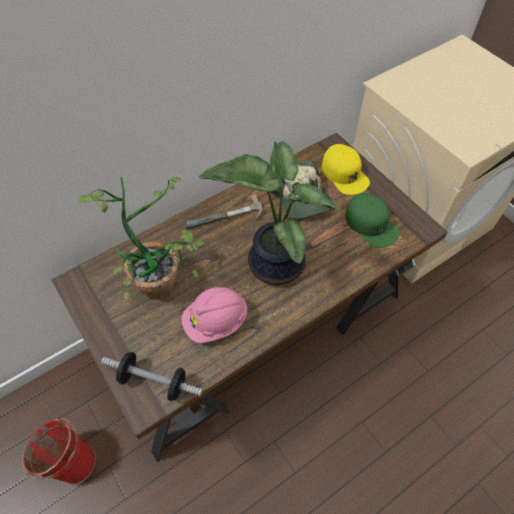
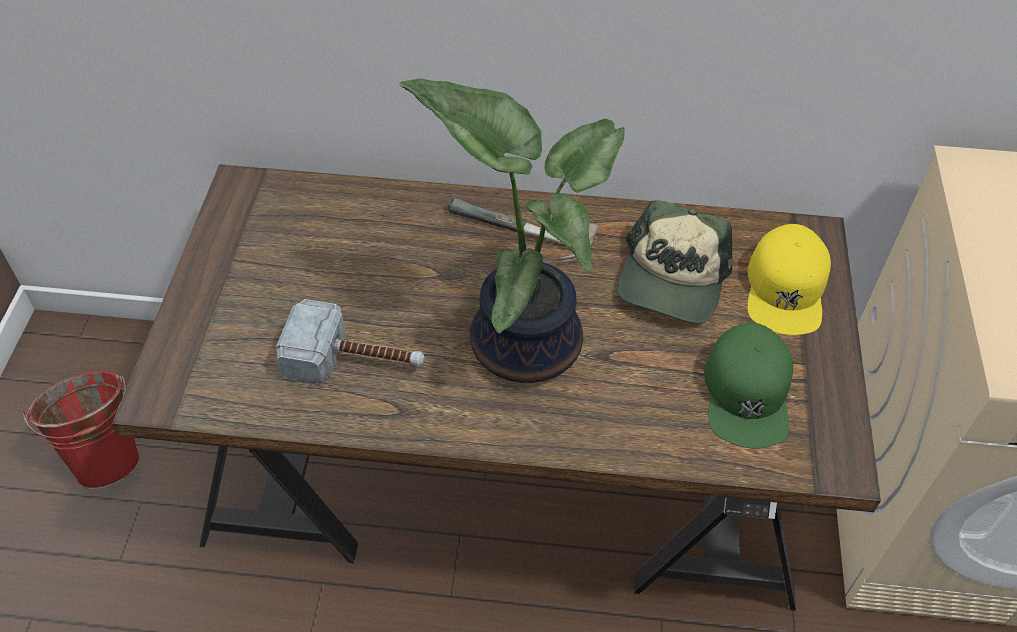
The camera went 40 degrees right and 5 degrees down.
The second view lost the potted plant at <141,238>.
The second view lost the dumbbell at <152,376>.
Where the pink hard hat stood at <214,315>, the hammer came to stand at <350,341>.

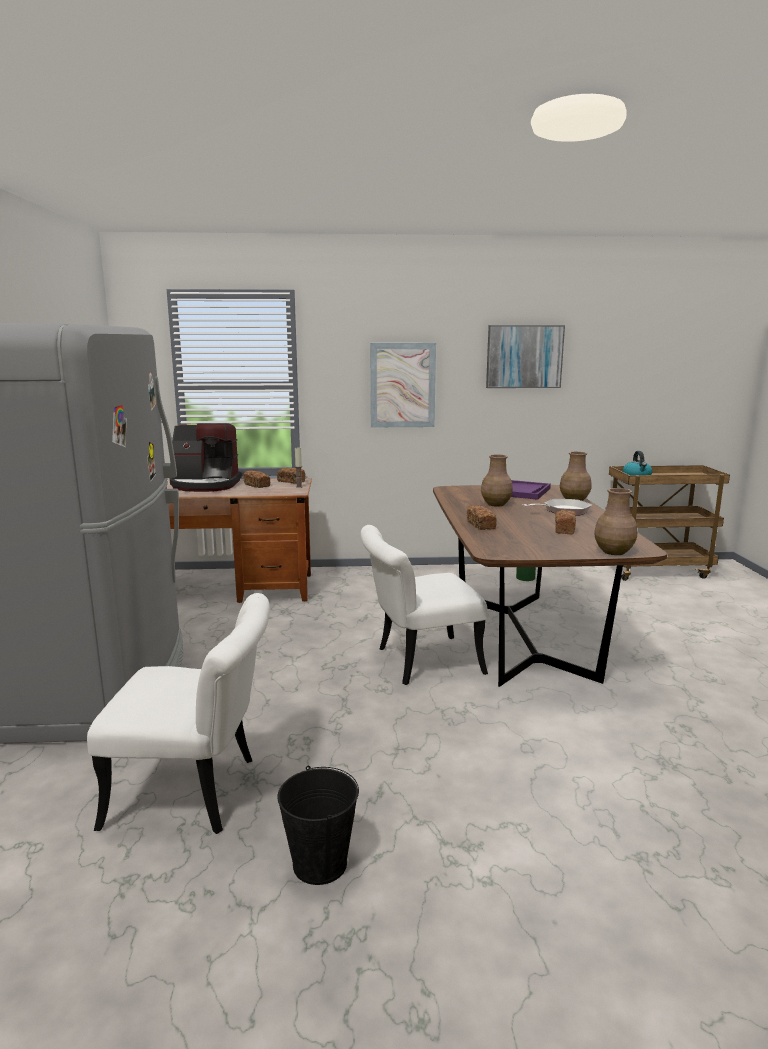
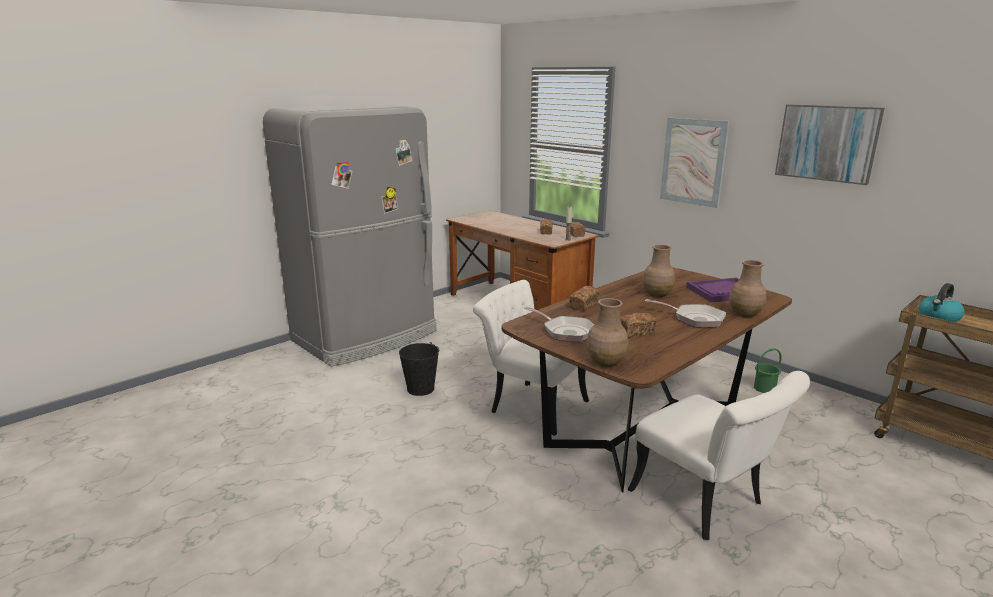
The camera went 50 degrees right and 5 degrees up.
The white chair ended up elsewhere, having gone from <178,713> to <719,455>.
The second view lost the coffee machine at <206,457>.
The black bucket ended up elsewhere, having gone from <318,825> to <419,369>.
The second view gained the frying pan at <559,324>.

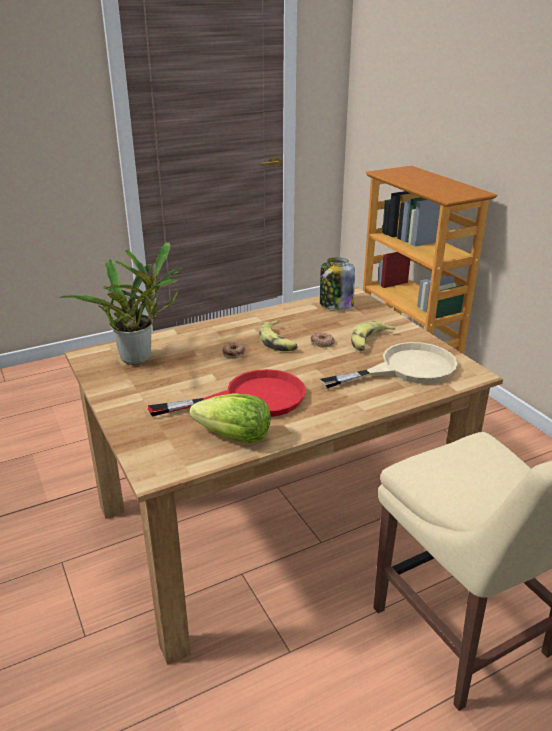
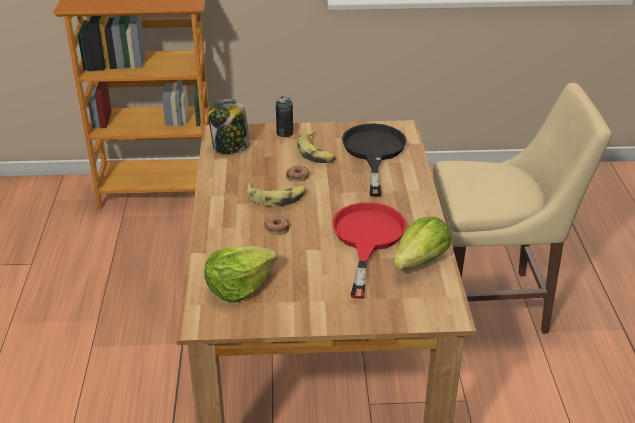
The camera went 65 degrees left and 5 degrees up.
Where the potted plant stood at <120,303>, the lettuce came to stand at <240,274>.
What was the beige frying pan at <389,365> turned into the black frying pan at <374,159>.
The second view gained the can at <284,116>.

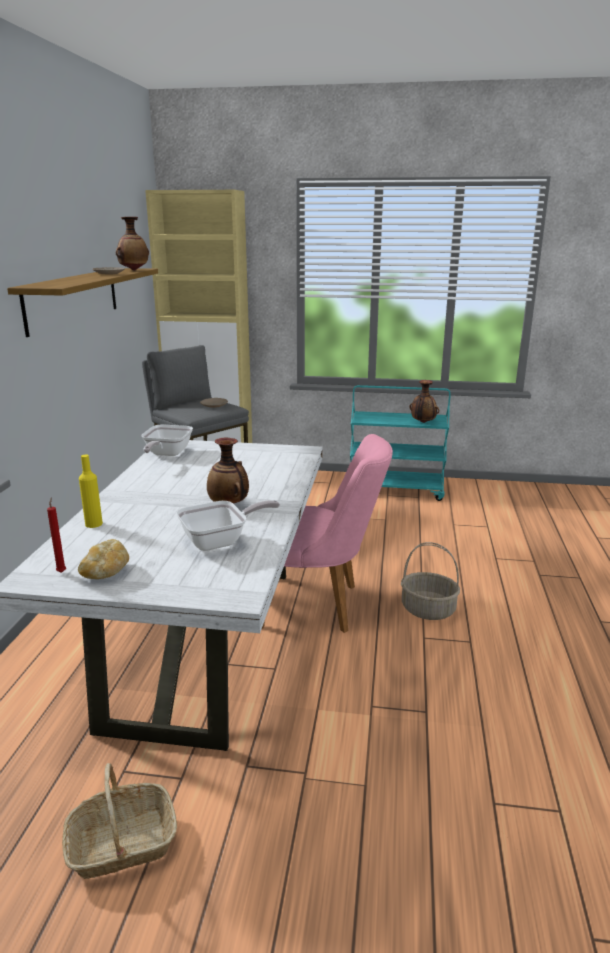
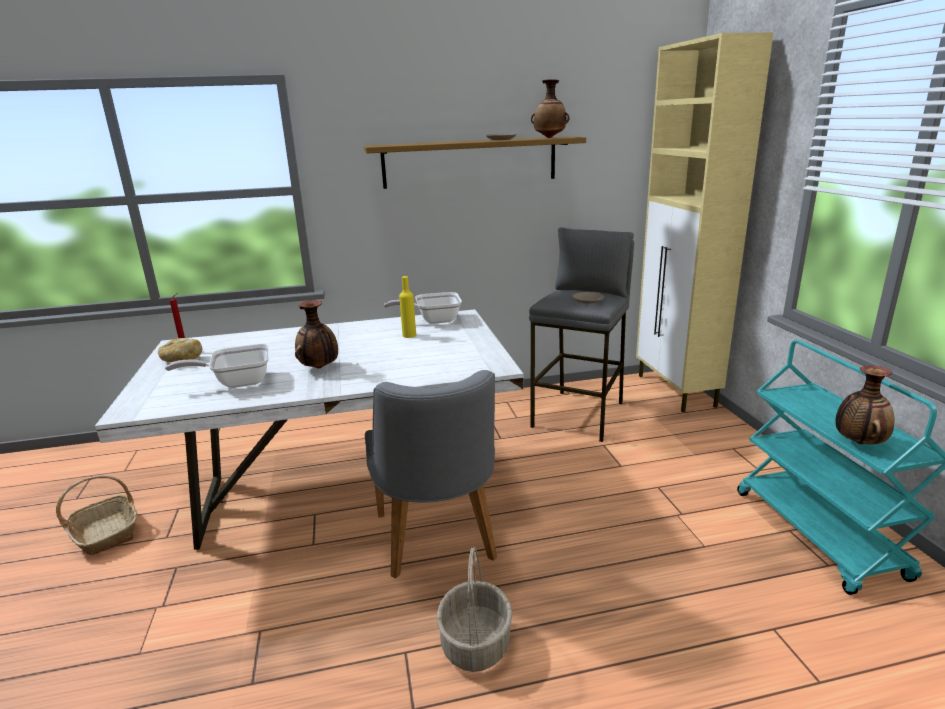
The camera went 70 degrees right and 0 degrees up.
The yellow bottle ended up elsewhere, having gone from <91,491> to <407,307>.
The frying pan at <228,525> ended up facing another way, 120 degrees clockwise from before.
What was the pink chair at <327,533> turned into the grey chair at <431,474>.

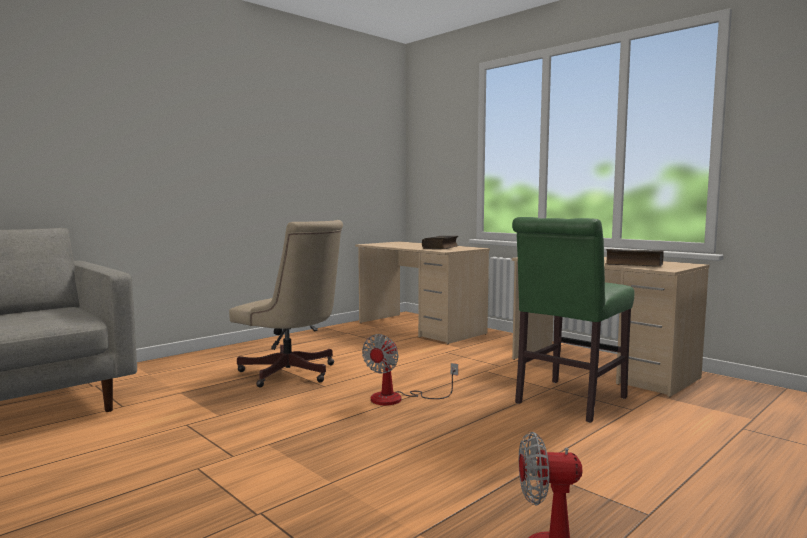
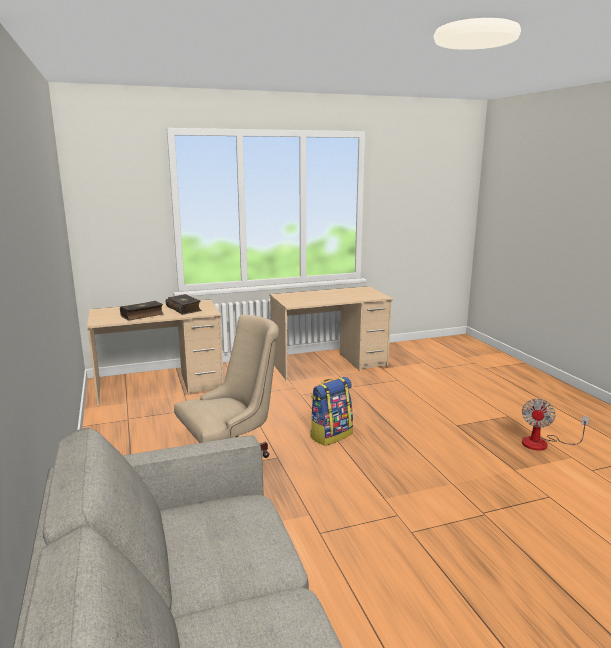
The camera went 65 degrees left and 10 degrees up.
Where the fan stood at <410,369>, the backpack came to stand at <331,411>.
The second view lost the green chair at <573,320>.
The book ended up elsewhere, having gone from <635,258> to <141,311>.

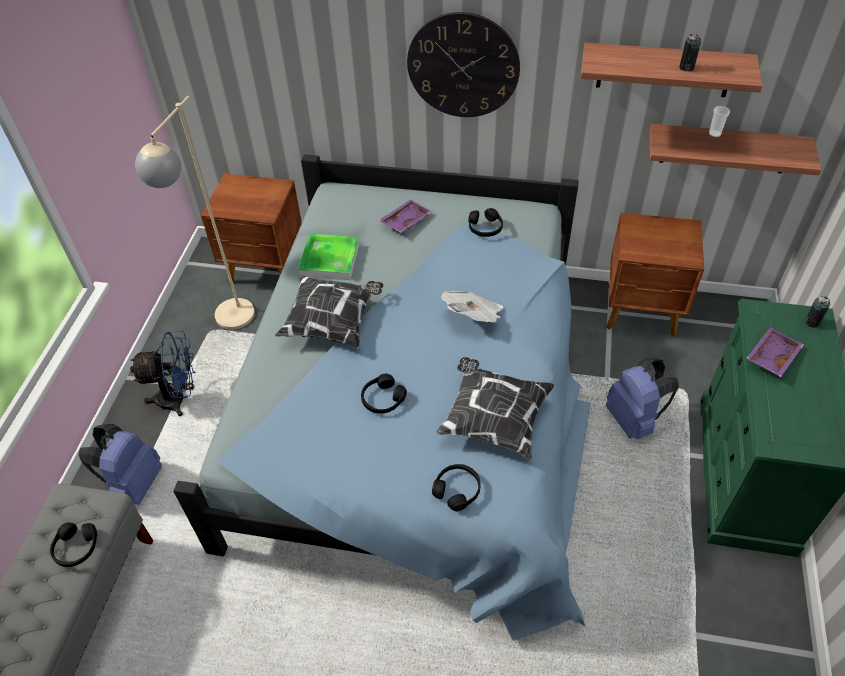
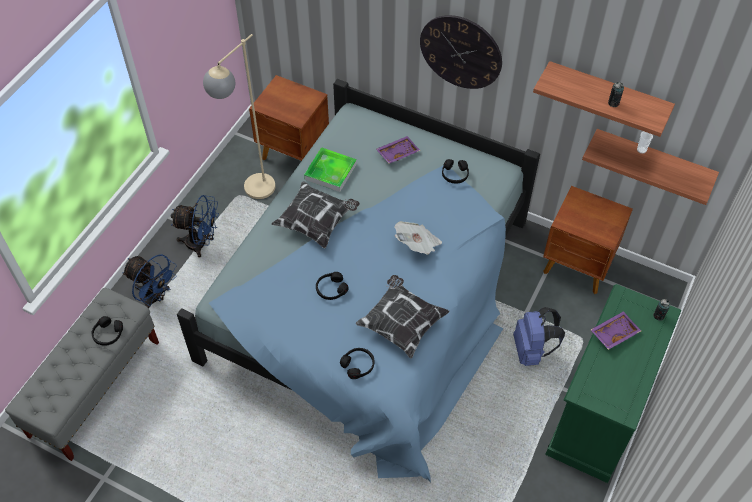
The camera went 15 degrees right and 5 degrees up.
Where the blue backpack stood at <120,464>, the blue fan came to stand at <149,281>.

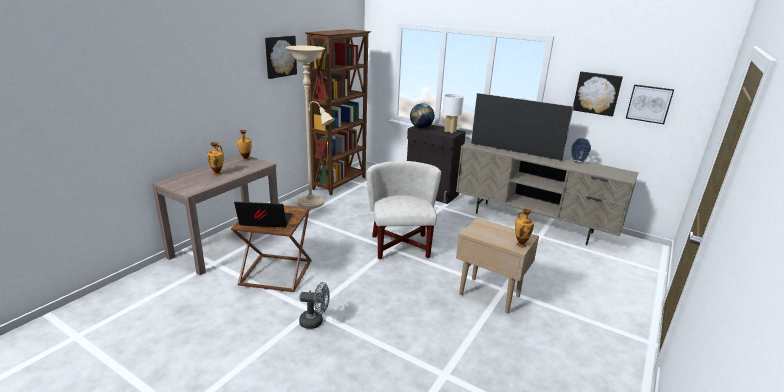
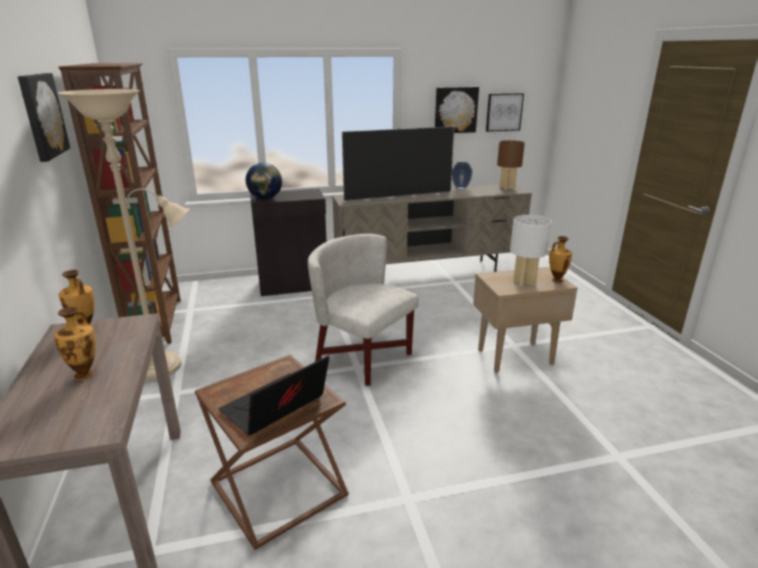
The camera went 45 degrees left and 0 degrees up.
The second view lost the grey fan at <314,305>.
The white table lamp ended up elsewhere, having gone from <453,113> to <531,251>.
The second view gained the brown table lamp at <511,165>.

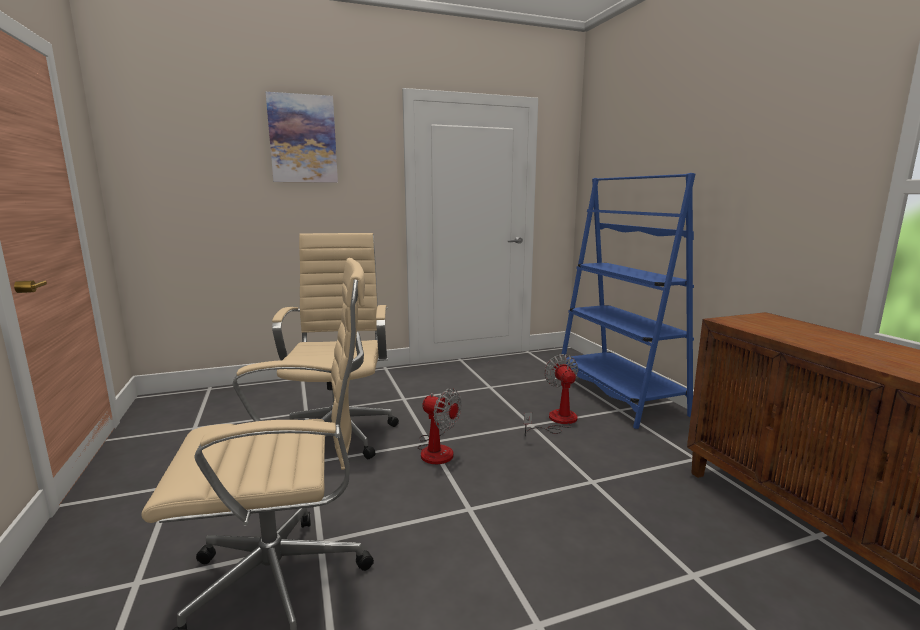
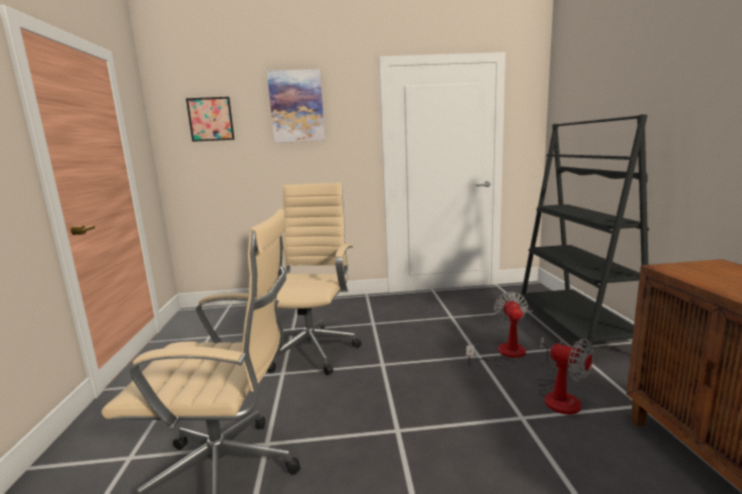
The camera went 15 degrees right and 0 degrees up.
The fan ended up elsewhere, having gone from <439,426> to <565,375>.
What was the blue bookcase at <628,301> turned into the black bookcase at <584,241>.
The second view gained the picture at <210,119>.

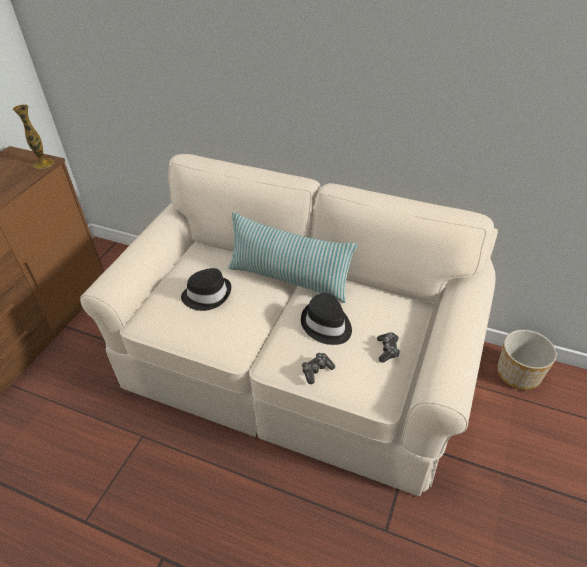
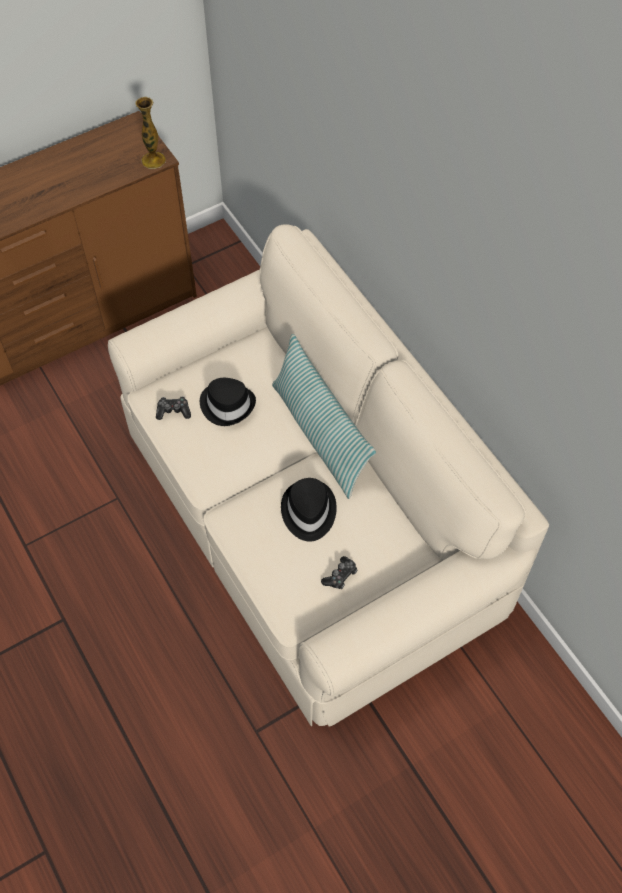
The camera went 35 degrees right and 15 degrees up.
The game controller ended up elsewhere, having gone from <318,368> to <173,408>.
The second view lost the planter at <527,360>.

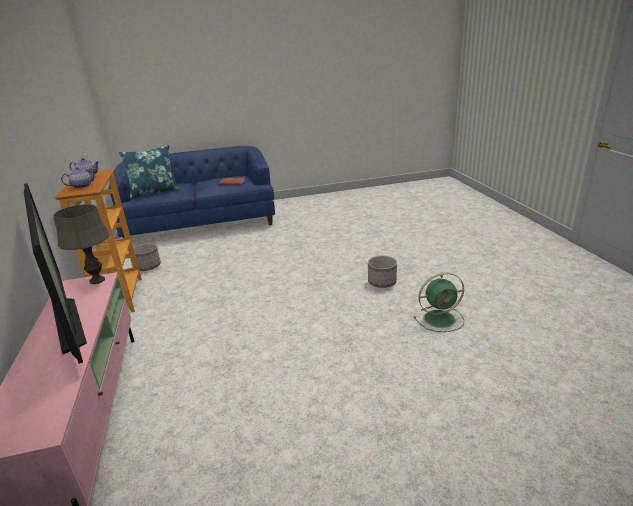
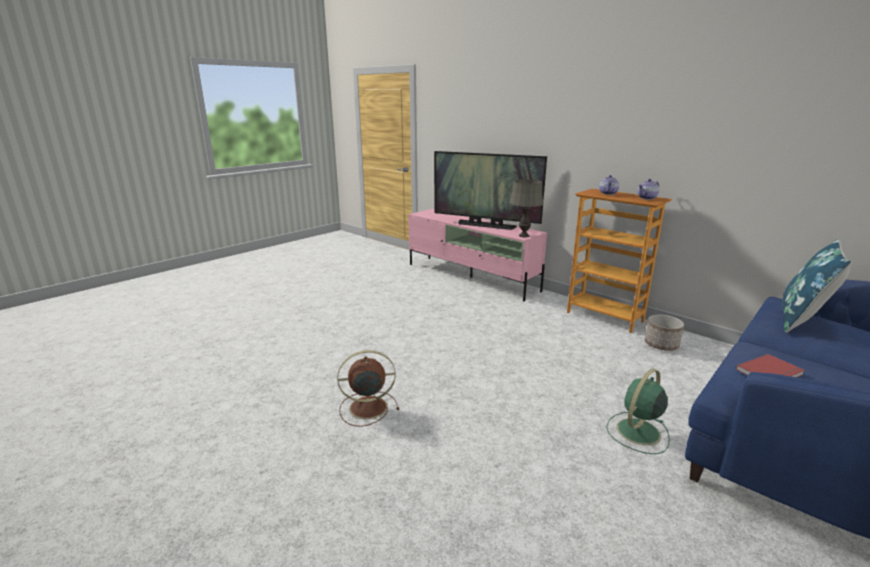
The camera went 145 degrees right and 5 degrees down.
Where the planter stood at <382,272>, the brown fan came to stand at <368,388>.
The green fan ended up elsewhere, having gone from <439,302> to <638,411>.

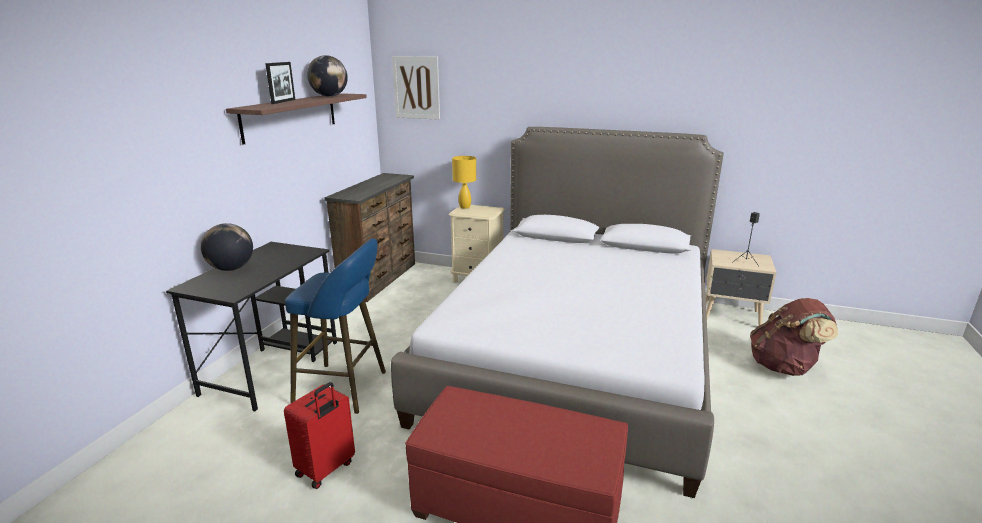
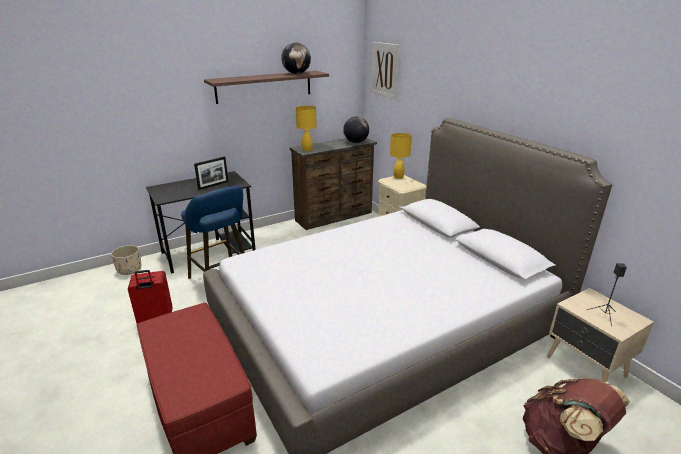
The camera went 40 degrees right and 5 degrees up.
The globe ended up elsewhere, having gone from <227,247> to <356,129>.
The picture frame ended up elsewhere, having gone from <280,83> to <211,173>.
The second view gained the beige planter at <126,260>.
The second view gained the yellow table lamp at <306,128>.

